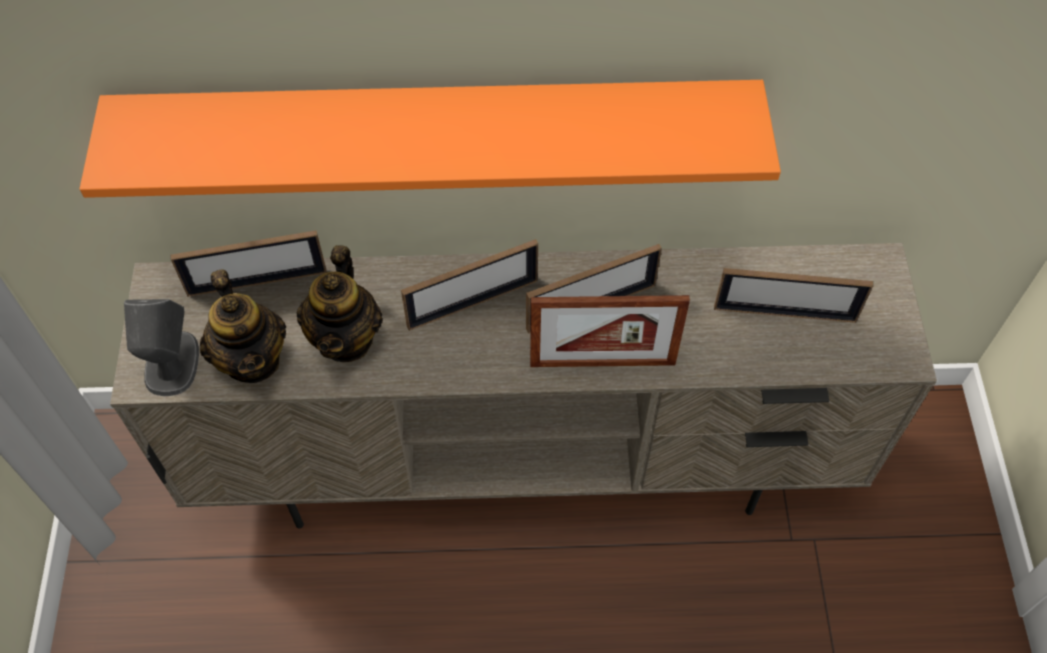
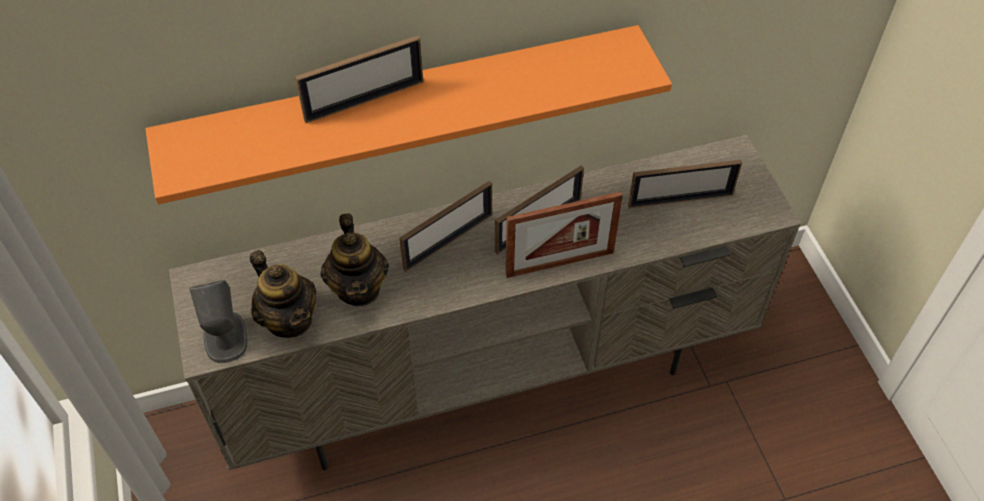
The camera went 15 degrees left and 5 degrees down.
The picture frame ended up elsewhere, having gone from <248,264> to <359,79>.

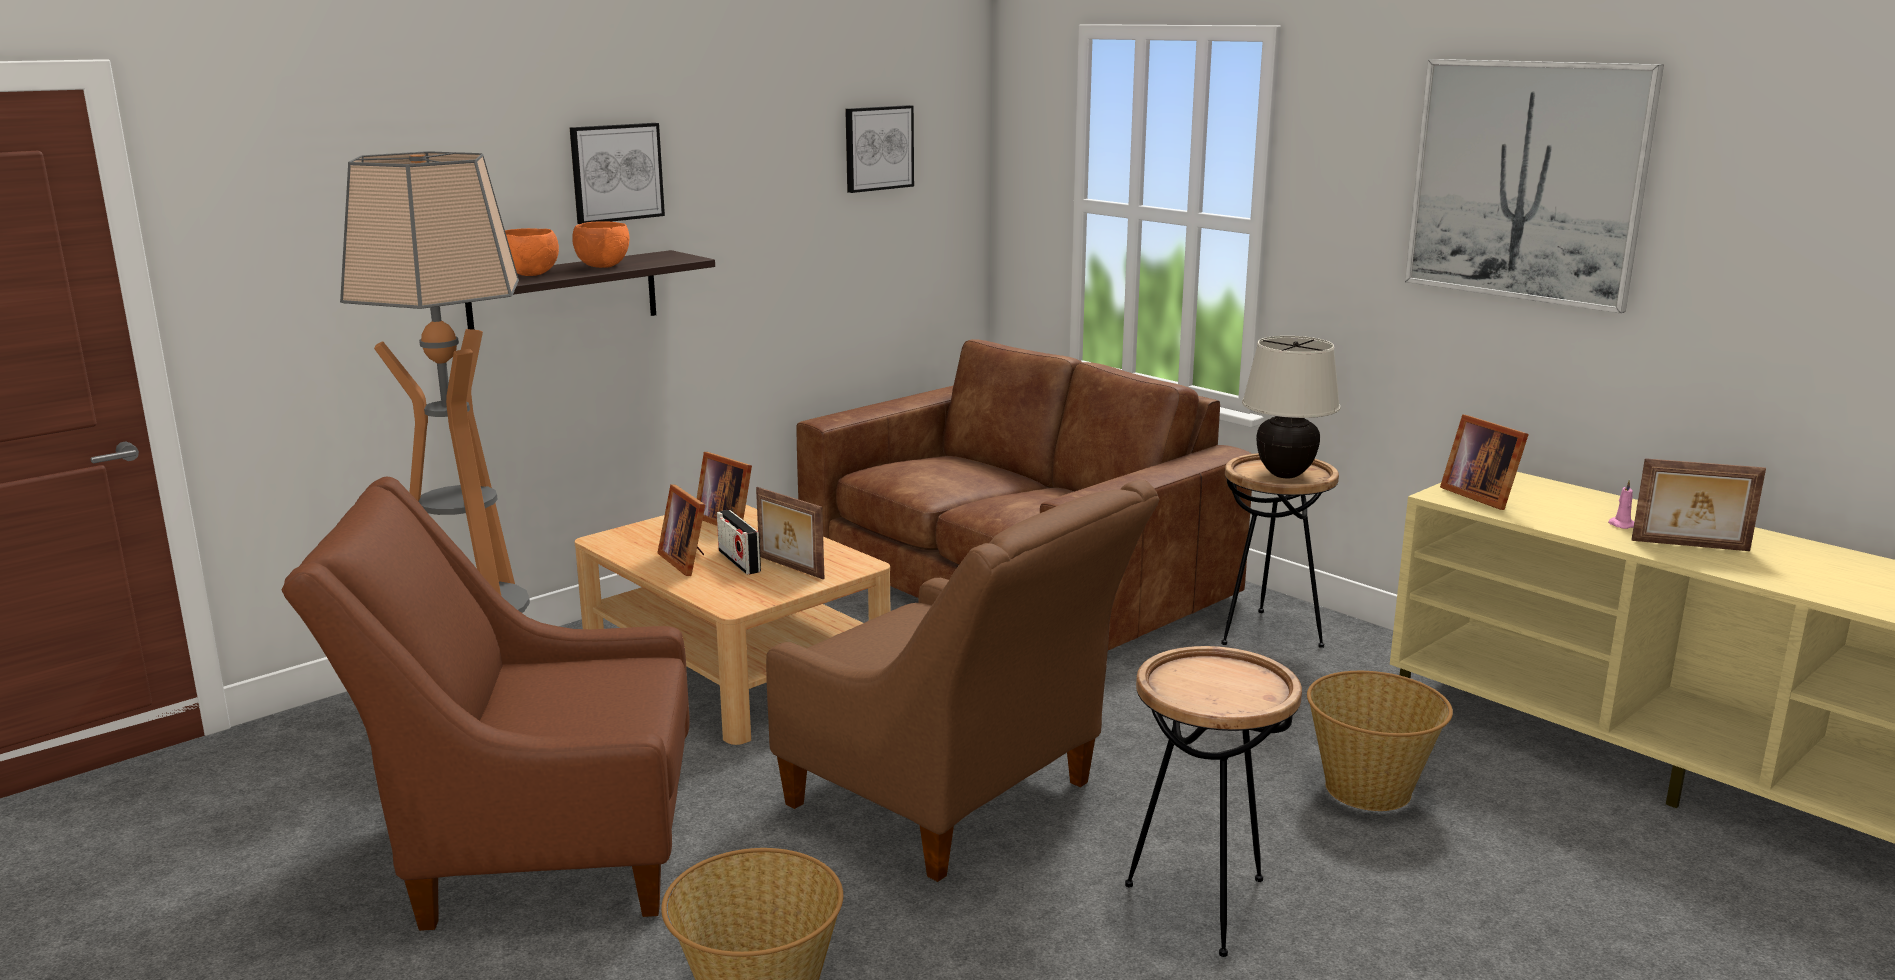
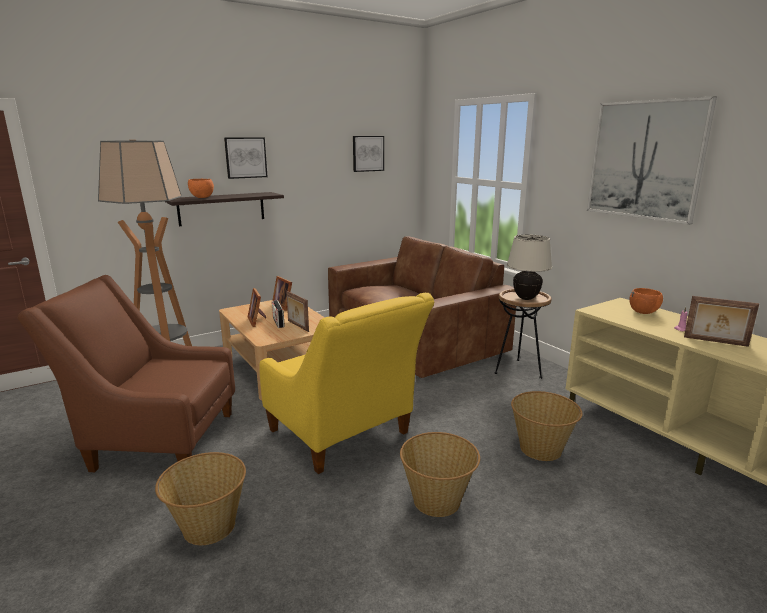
The camera went 10 degrees right and 0 degrees up.
The orange bowl ended up elsewhere, having gone from <600,244> to <646,301>.
What was the brown armchair at <962,681> turned into the yellow armchair at <346,383>.
Where the brown side table stood at <1213,801>, the basket came to stand at <440,474>.
The second view lost the picture frame at <1484,462>.

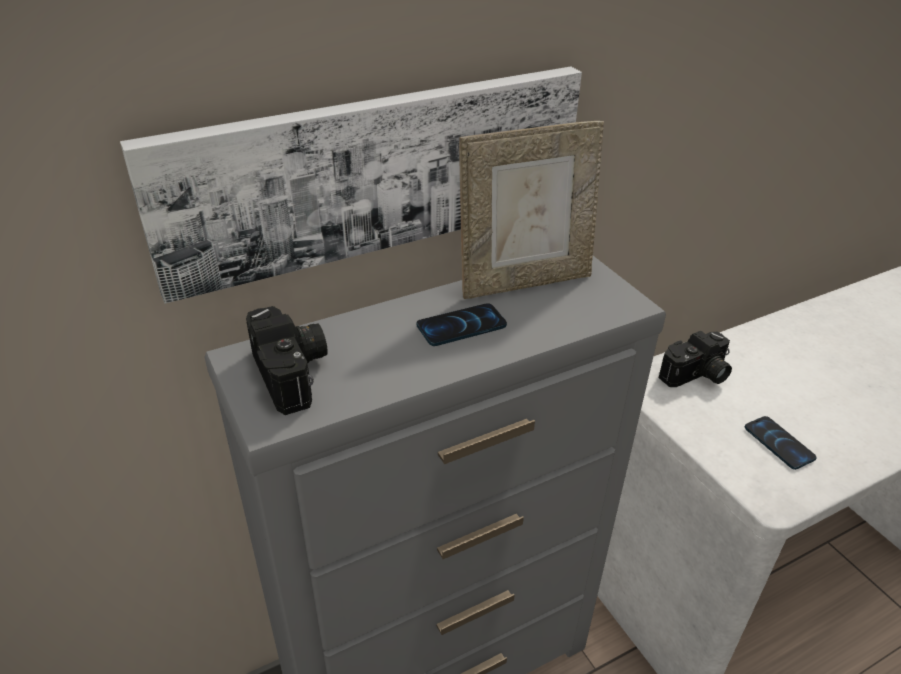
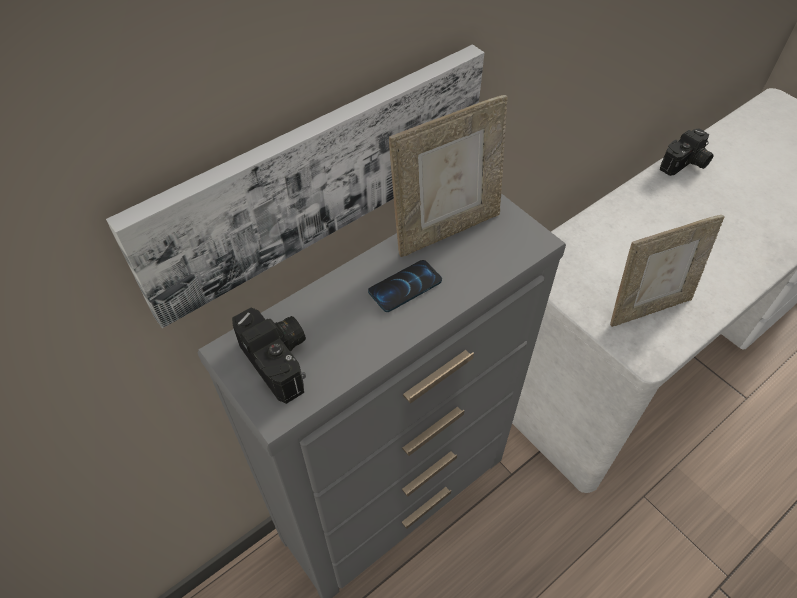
The camera went 10 degrees left and 15 degrees up.
The photo camera ended up elsewhere, having gone from <695,359> to <686,152>.
Where the phone stood at <781,443>, the picture frame came to stand at <667,271>.

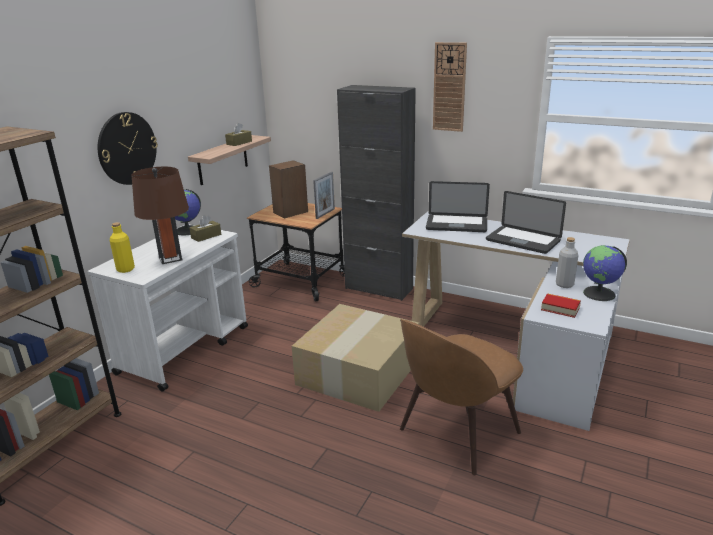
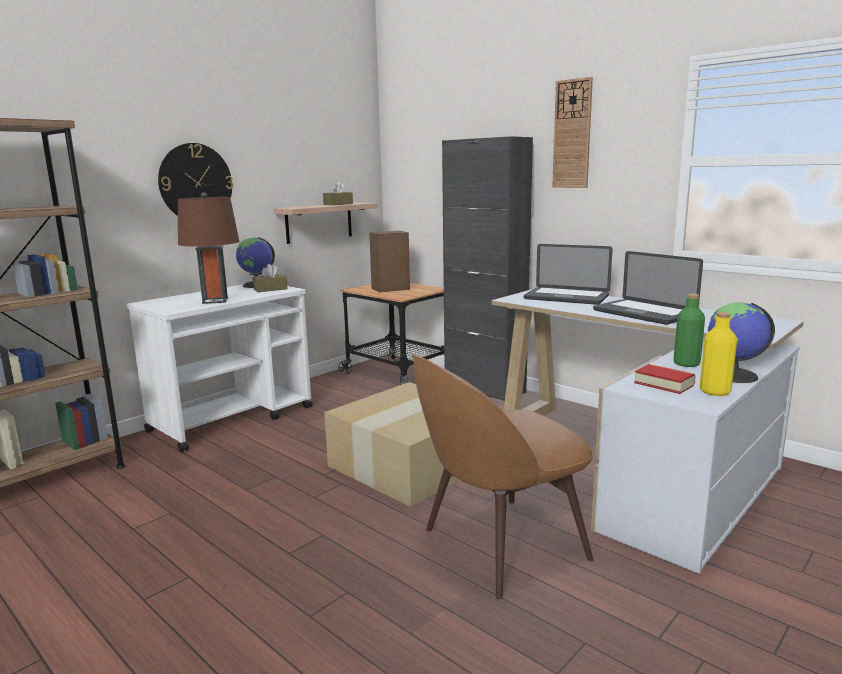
The camera went 15 degrees right and 10 degrees down.
The yellow bottle ended up elsewhere, having gone from <122,247> to <718,354>.
The second view lost the picture frame at <324,195>.
What was the grey bottle at <567,262> turned into the green bottle at <689,330>.

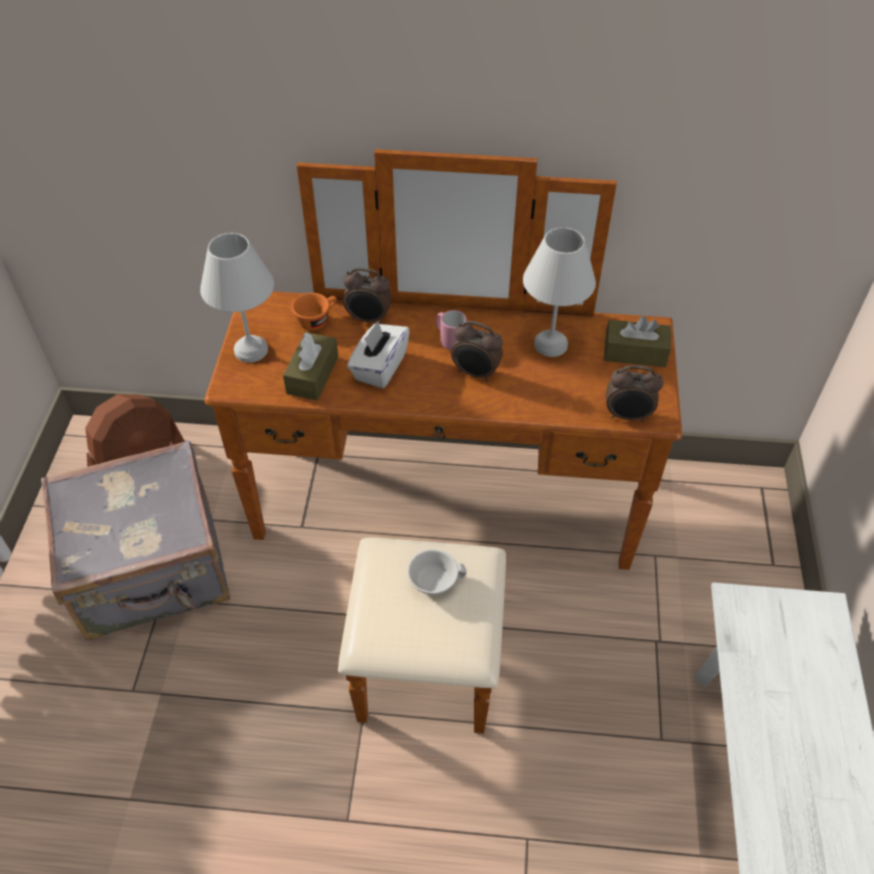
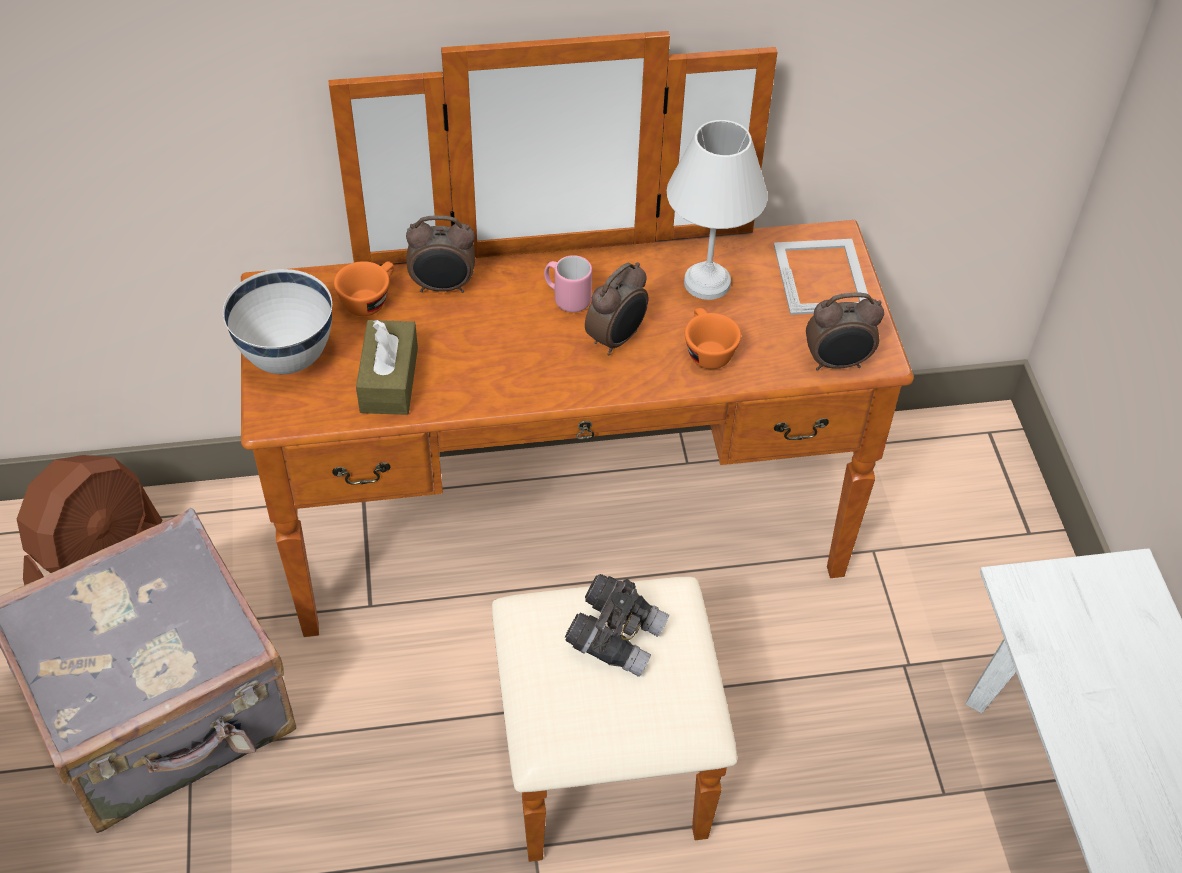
The camera went 15 degrees left and 0 degrees up.
Where the white table lamp stood at <237,298>, the white bowl came to stand at <277,321>.
The second view lost the white tissue box at <378,355>.
Where the white cup stood at <437,572>, the grey binoculars came to stand at <617,625>.
The alarm clock at <477,351> ended up facing another way, 60 degrees counterclockwise from before.
Where the brown tissue box stood at <637,341>, the picture frame came to stand at <821,277>.
The second view gained the orange cup at <713,338>.

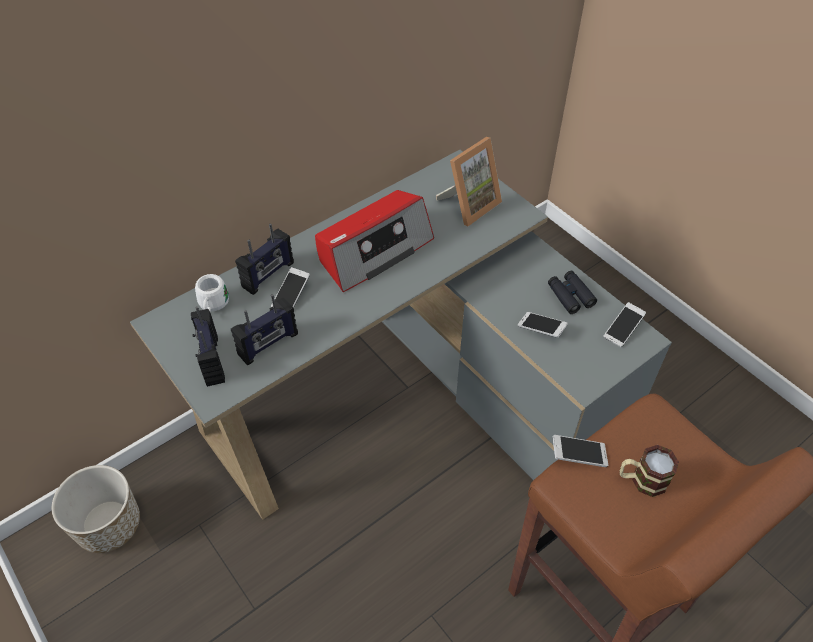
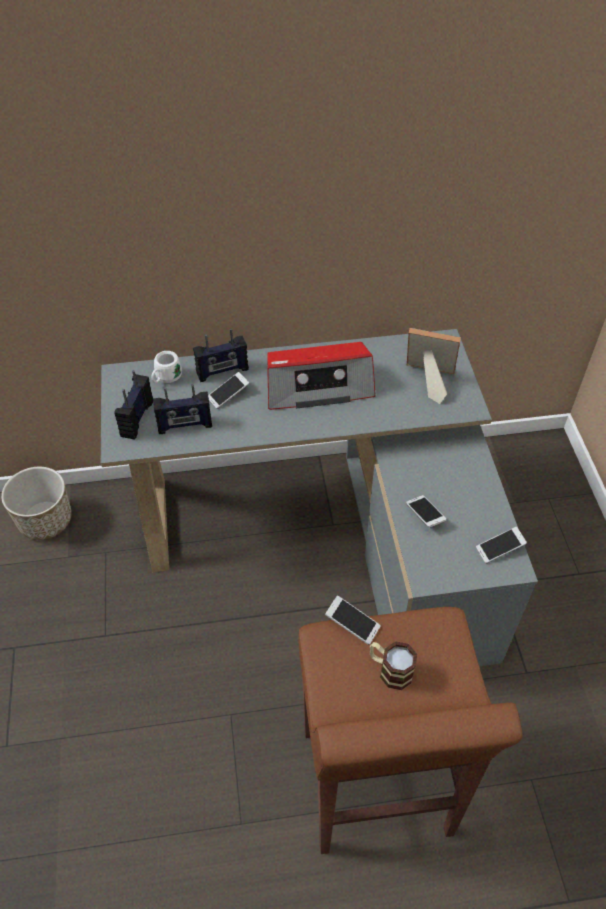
The camera went 30 degrees right and 0 degrees up.
The picture frame at <469,181> ended up facing another way, 150 degrees counterclockwise from before.
The second view lost the black binoculars at <572,292>.

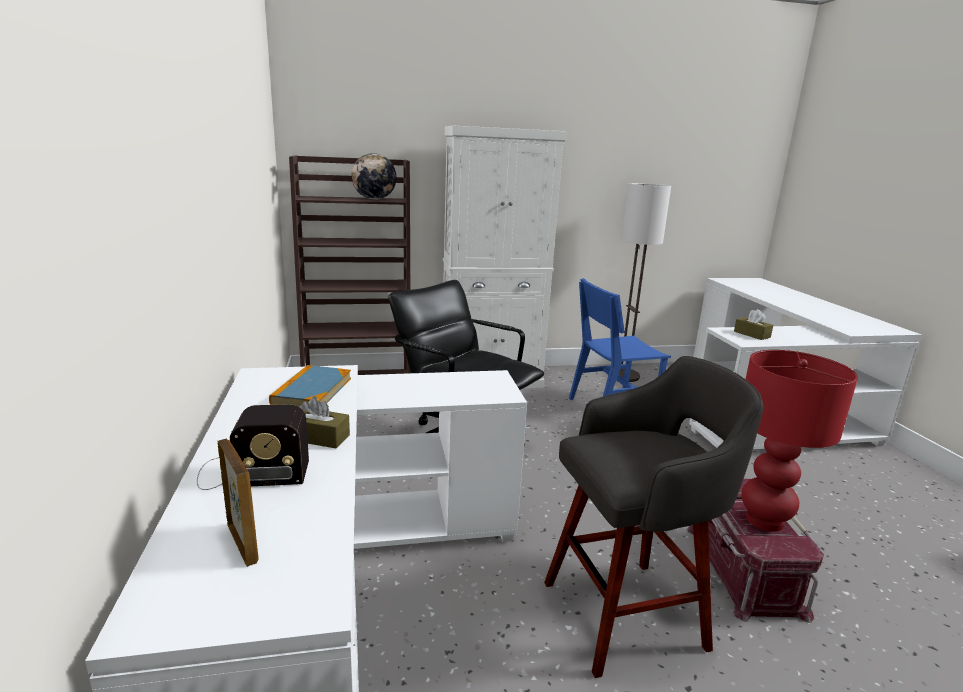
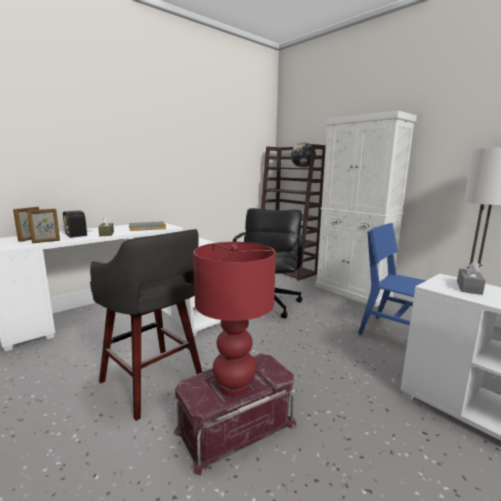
The camera went 60 degrees right and 5 degrees down.
What was the brown tissue box at <753,324> turned into the grey tissue box at <471,278>.
The second view gained the picture frame at <43,226>.

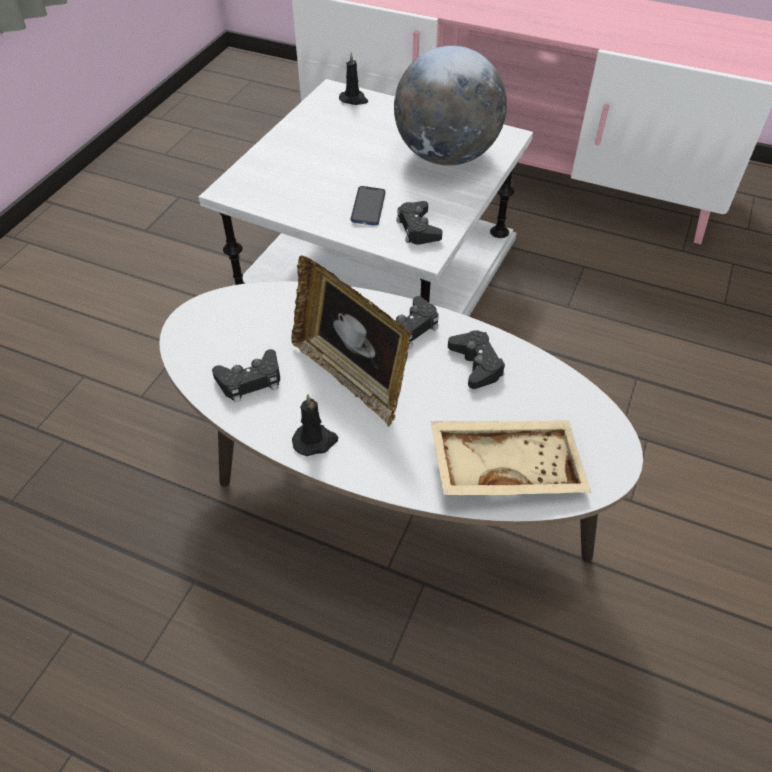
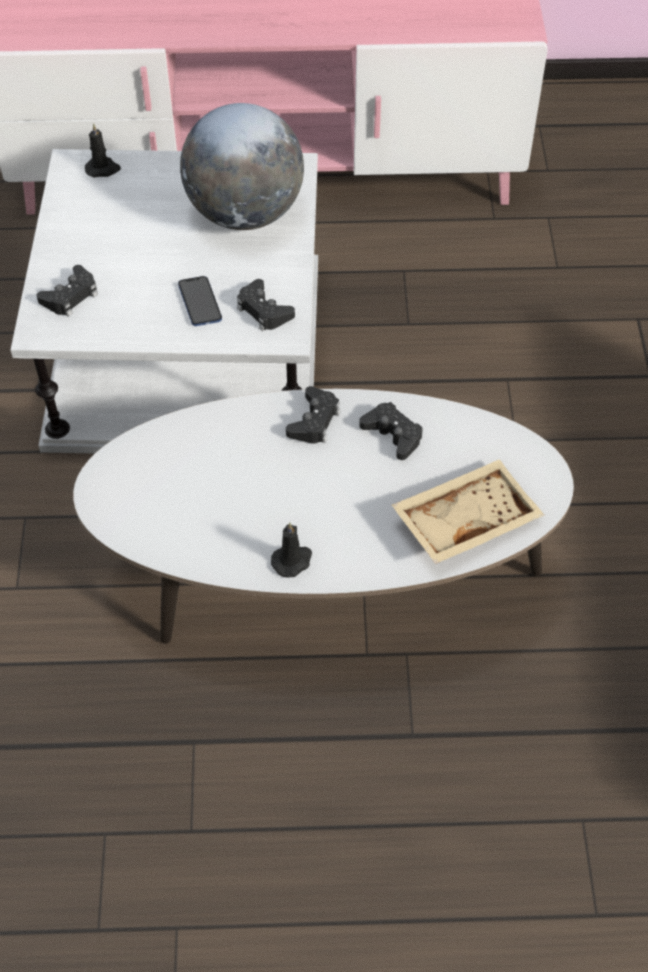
The camera went 25 degrees left and 5 degrees up.
The black game controller ended up elsewhere, having gone from <246,375> to <67,291>.
The second view lost the picture frame at <351,341>.

